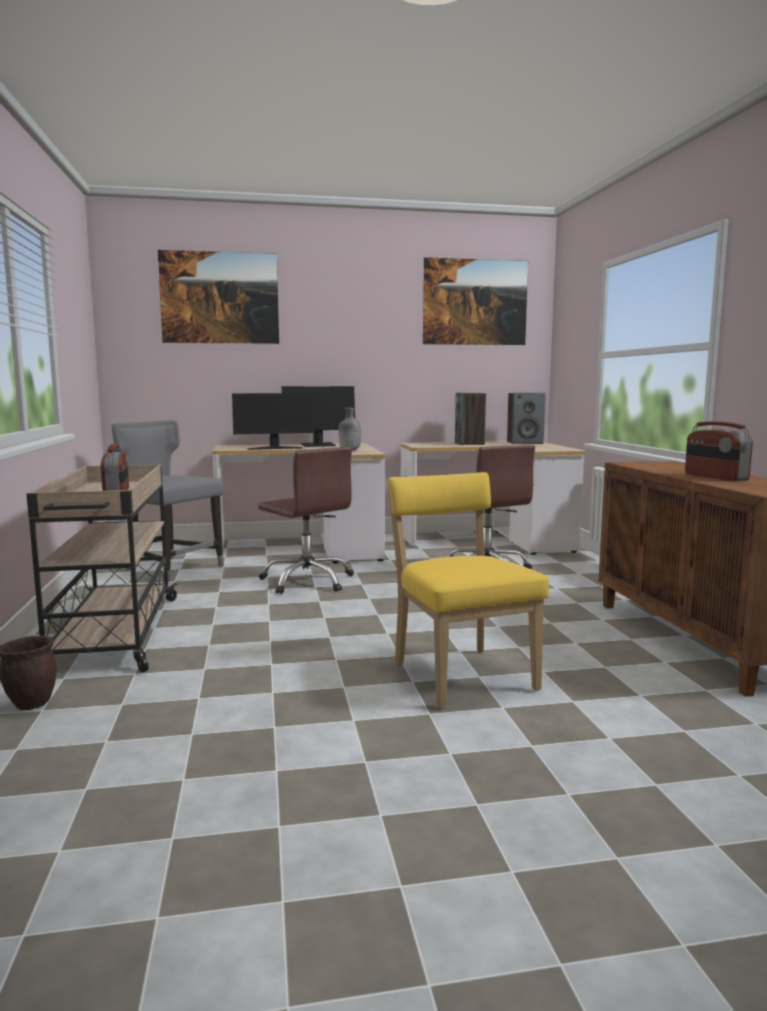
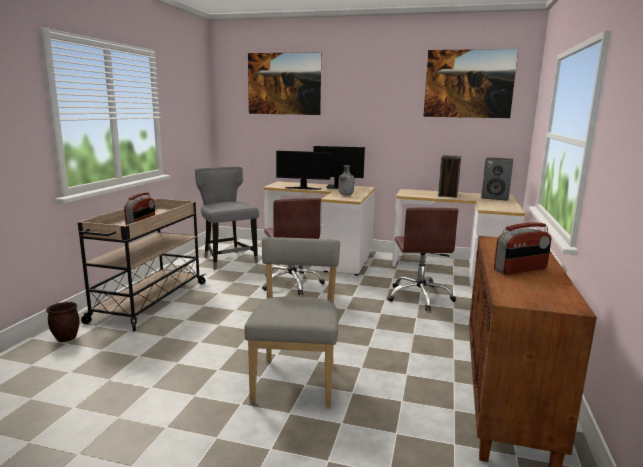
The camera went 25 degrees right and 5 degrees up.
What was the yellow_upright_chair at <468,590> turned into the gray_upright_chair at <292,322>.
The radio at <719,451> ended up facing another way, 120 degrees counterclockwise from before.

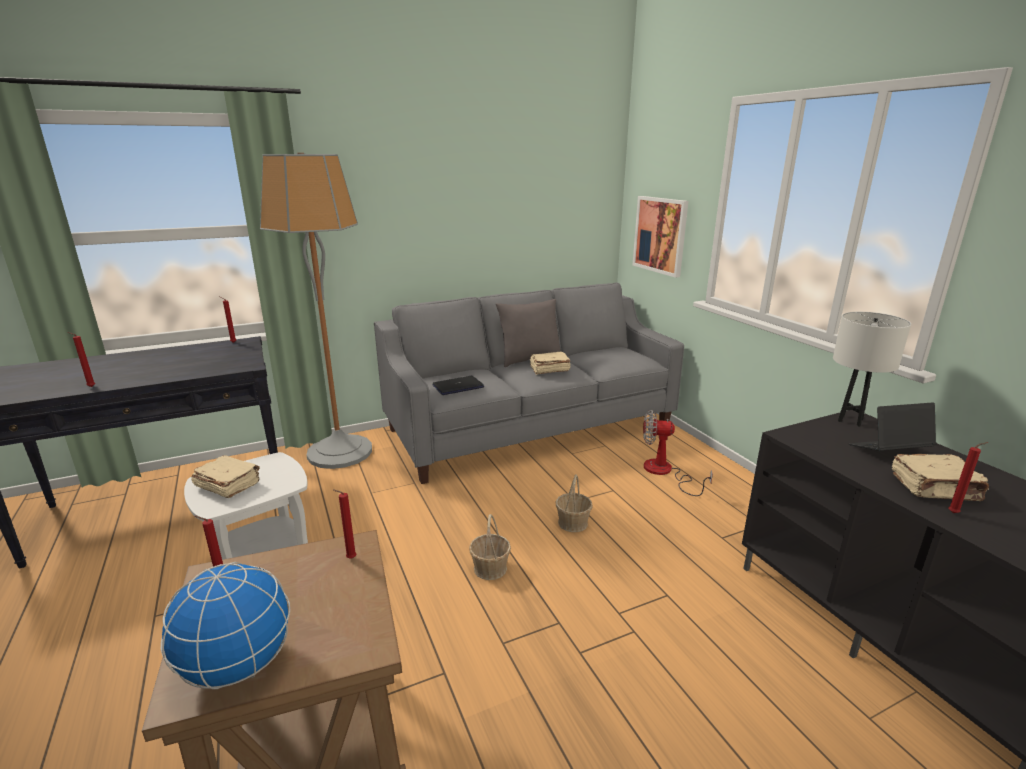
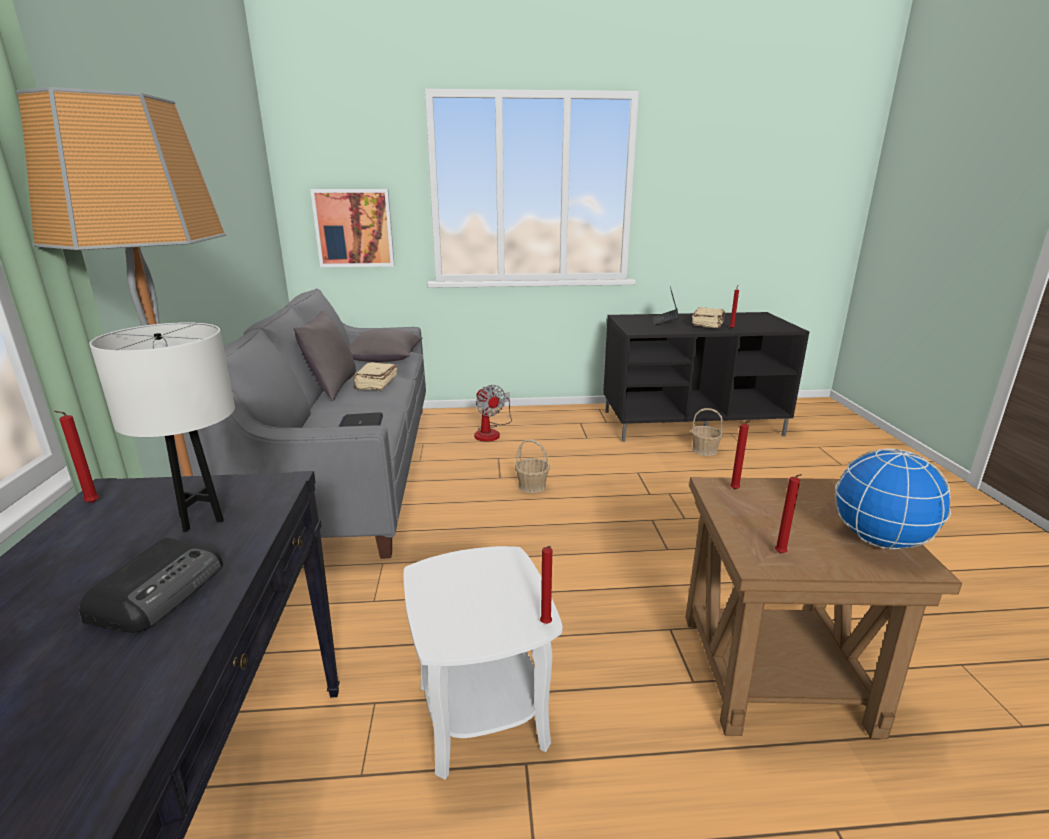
The camera went 70 degrees left and 0 degrees up.
The red_wax_light ended up elsewhere, having gone from <81,359> to <546,585>.
The second view lost the sand-coloured_book at <225,476>.
The storage_basket ended up elsewhere, having gone from <490,547> to <707,432>.
The electric_fan at <678,453> ended up facing another way, 60 degrees counterclockwise from before.
The whitish_table_lamp ended up elsewhere, having gone from <872,369> to <162,427>.
The second view gained the radio at <151,585>.
The second view gained the gray_cushion at <386,345>.

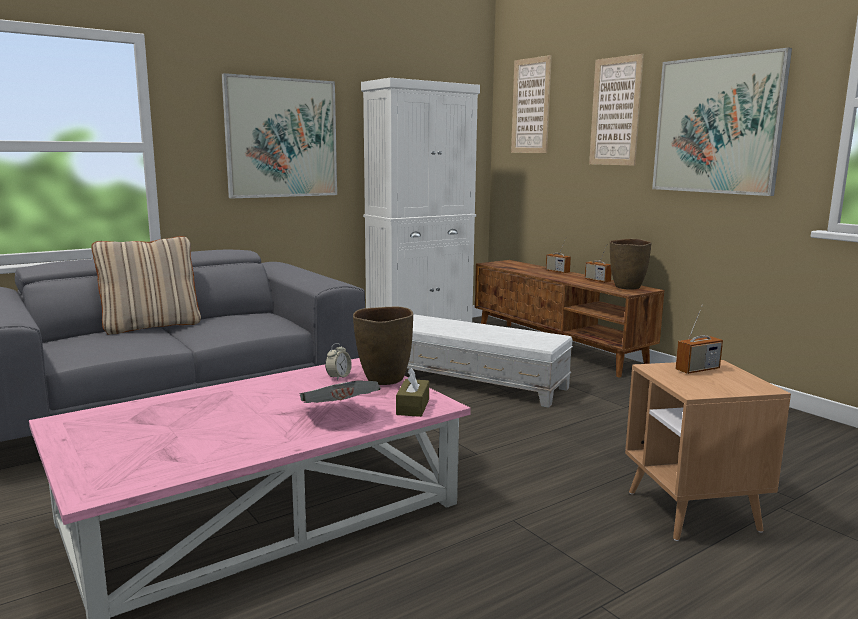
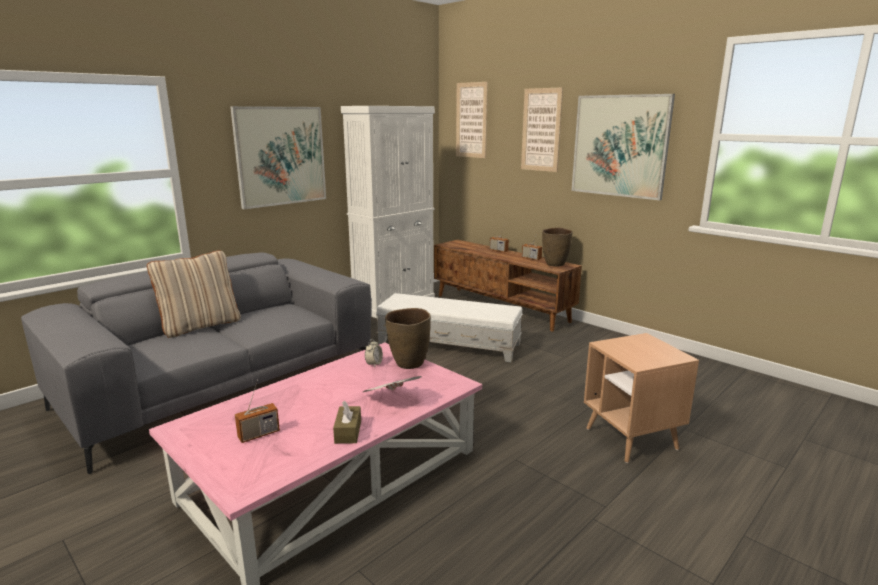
The camera went 10 degrees left and 5 degrees up.
The brownish_box_of_tissues ended up elsewhere, having gone from <412,392> to <347,422>.
The radio ended up elsewhere, having gone from <699,339> to <257,411>.

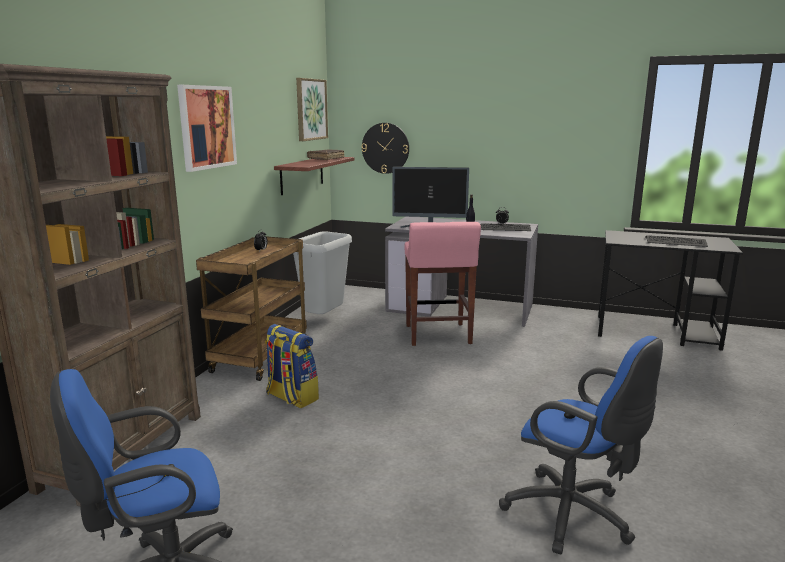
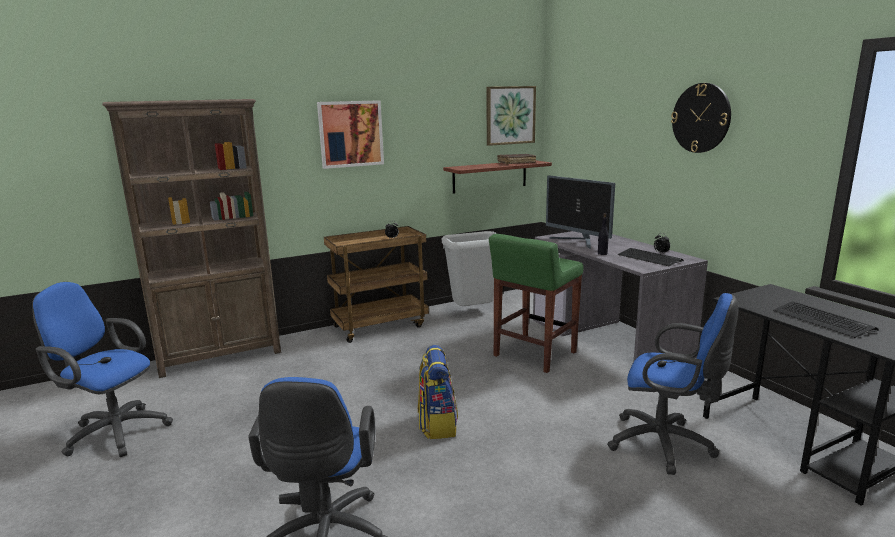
The camera went 45 degrees right and 0 degrees up.
The rucksack ended up elsewhere, having gone from <292,366> to <438,392>.
The clock_on_the_wall ended up elsewhere, having gone from <385,148> to <701,118>.
What was the pink_stool at <442,284> turned into the green-coloured_stool at <536,303>.
The second view gained the blue-coloured_office_chair at <673,384>.

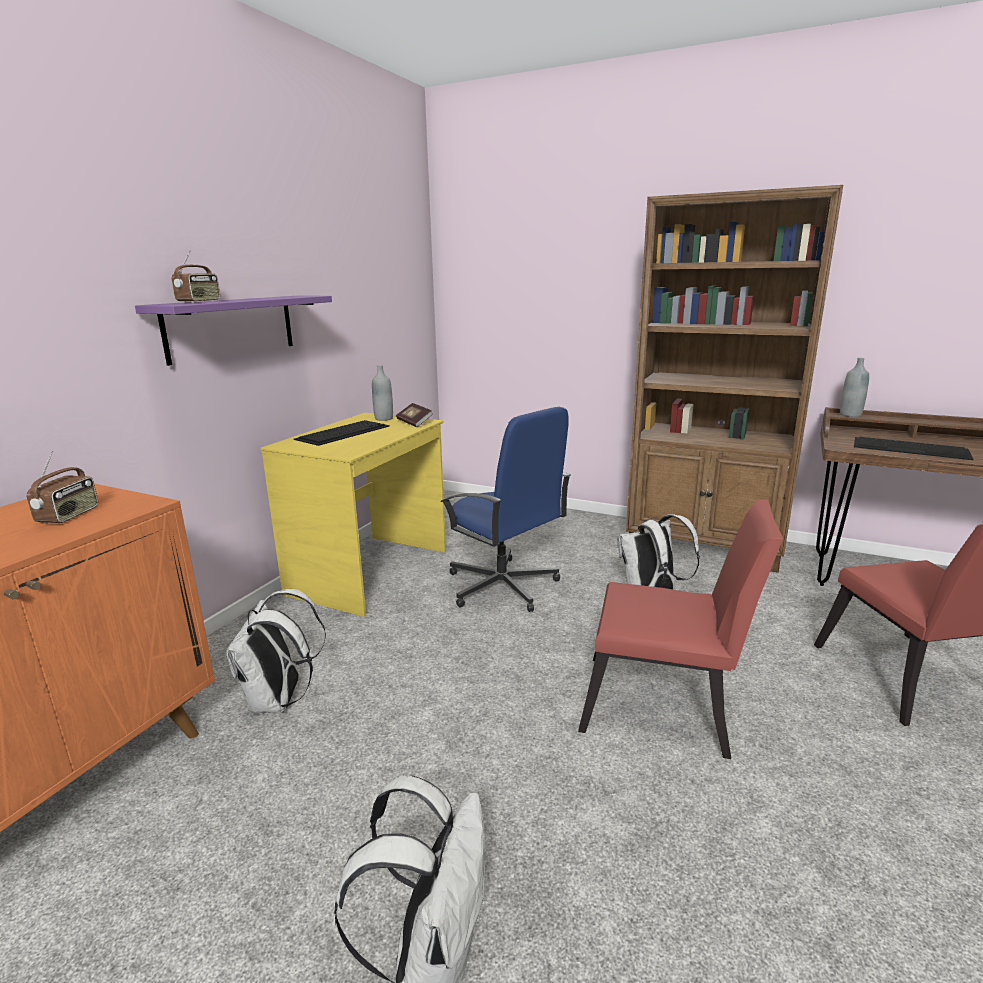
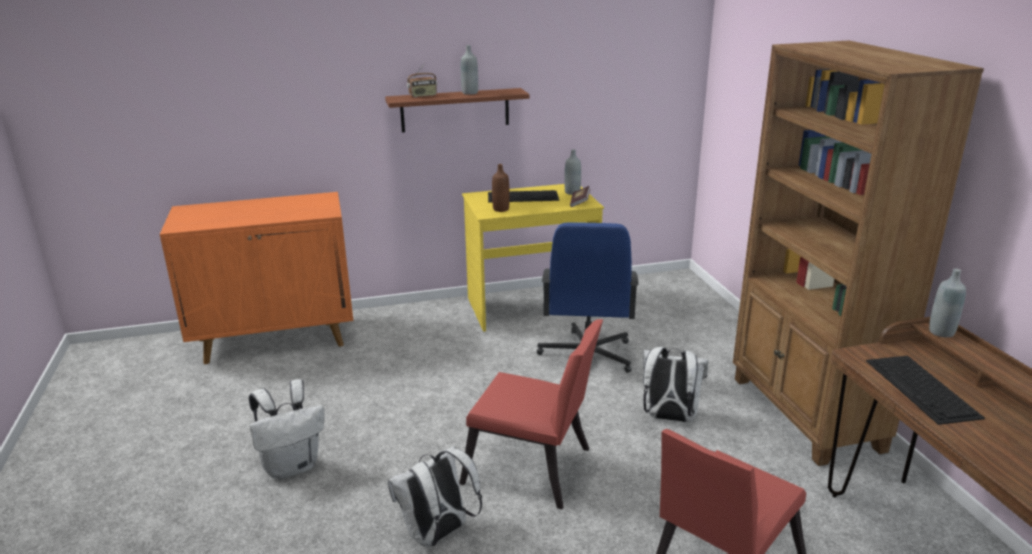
The camera went 50 degrees right and 5 degrees up.
The second view lost the radio at <62,487>.
What was the purple-coloured_shelf at <233,331> turned into the brownish_shelf at <457,110>.
The whitish_rucksack ended up elsewhere, having gone from <276,651> to <434,496>.
The red_upright_chair at <680,629> ended up facing another way, 45 degrees counterclockwise from before.
The second view gained the gray_beverage_bottle at <469,70>.
The second view gained the brownish_beverage_bottle at <501,188>.

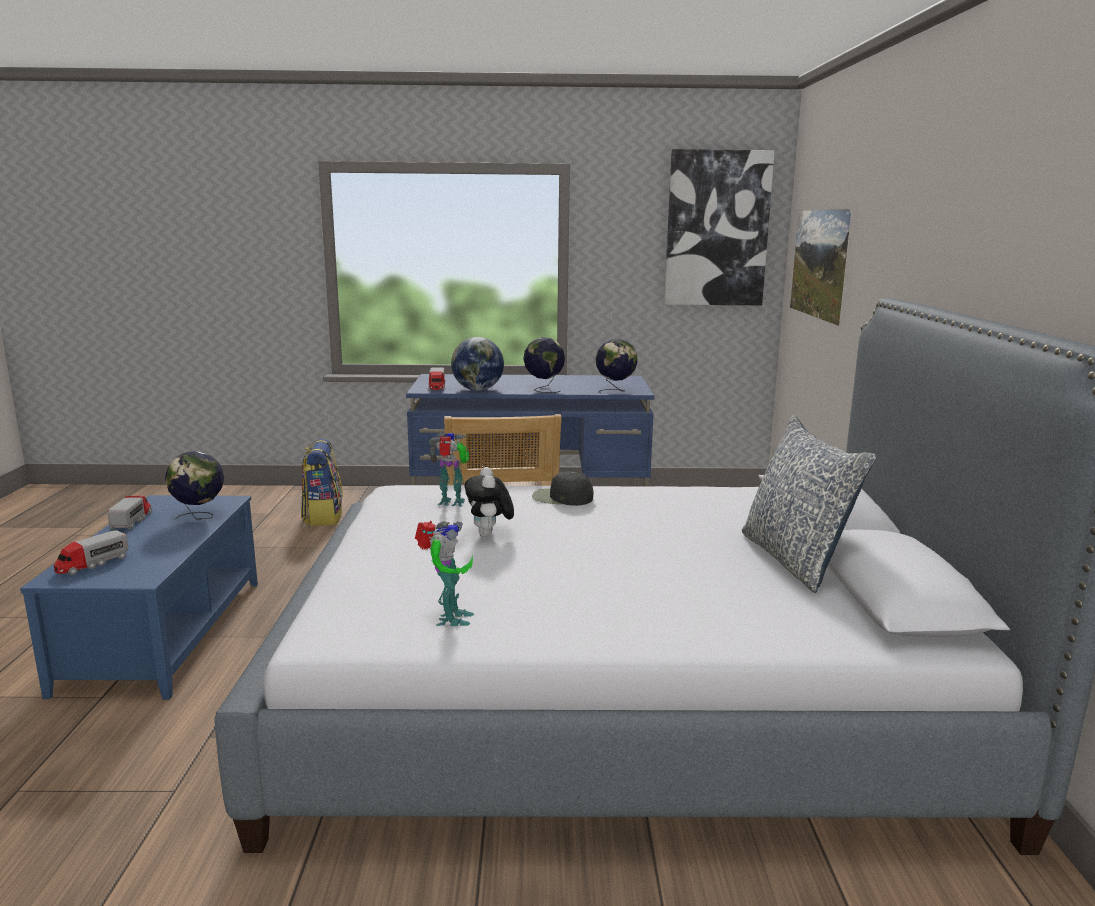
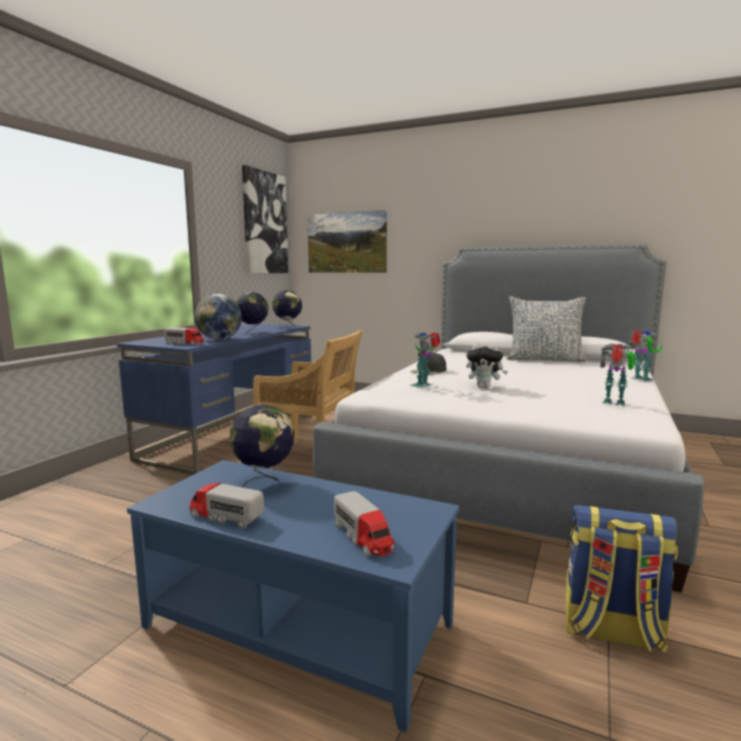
The camera went 65 degrees left and 5 degrees down.
The rucksack ended up elsewhere, having gone from <322,482> to <622,579>.
The second view gained the toy_robot at <645,356>.

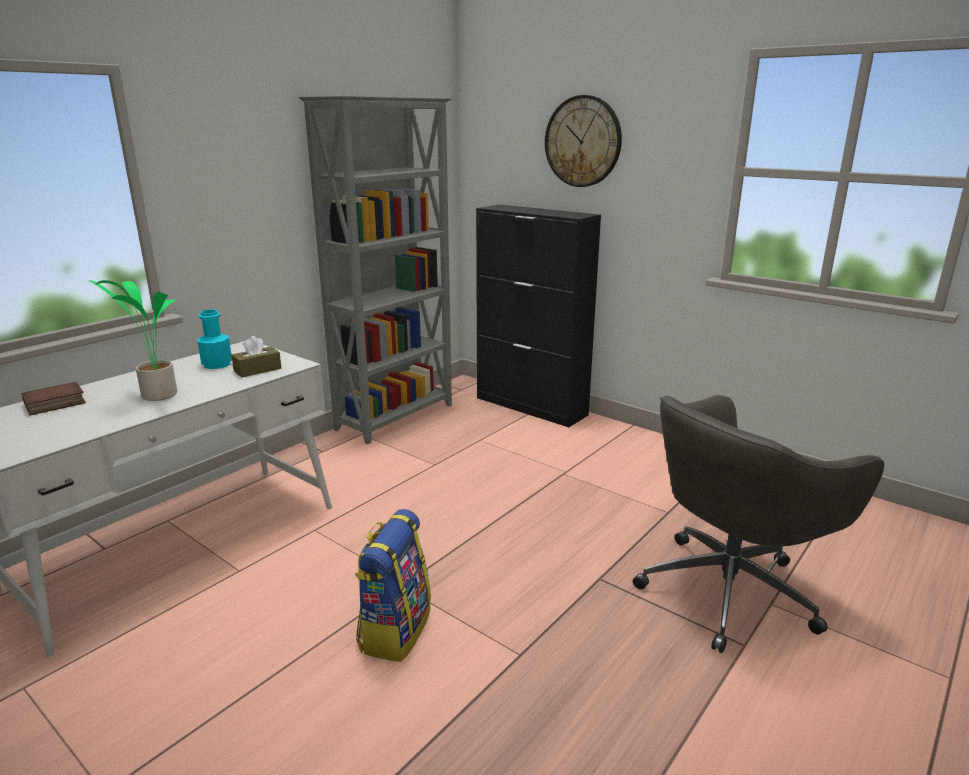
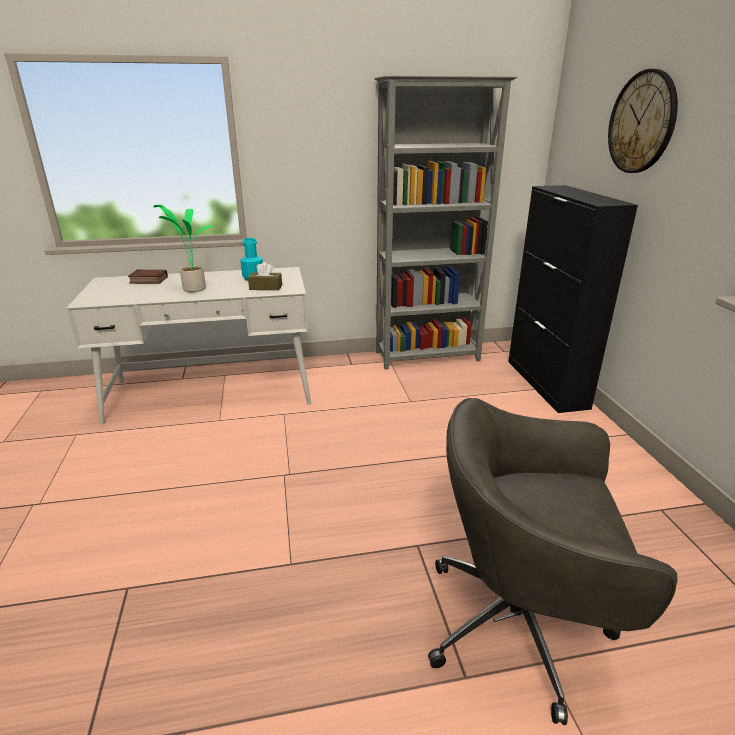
The camera went 40 degrees right and 5 degrees up.
The second view lost the rucksack at <393,585>.

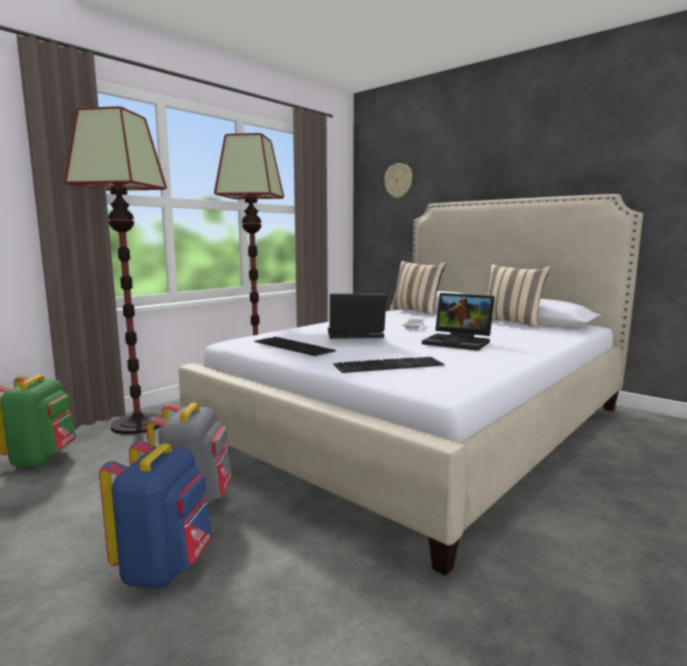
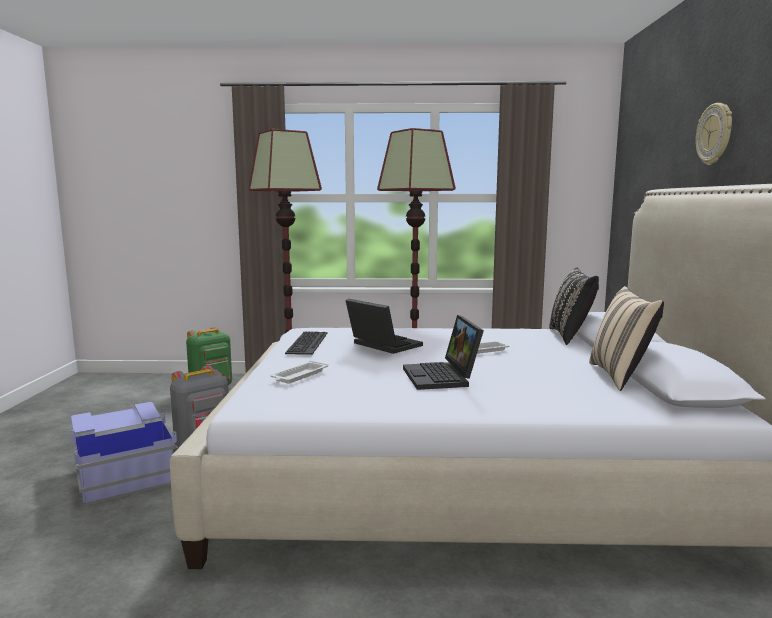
The camera went 50 degrees right and 0 degrees up.
Where the blue-coloured_rucksack stood at <155,514>, the blue-coloured_storage_bin came to stand at <123,454>.
Where the computer_keyboard stood at <388,365>, the whitish_serving_tray came to stand at <299,372>.
The clock_on_the_wall ended up elsewhere, having gone from <398,180> to <714,134>.
What was the sand-coloured_cushion at <418,288> turned into the black-coloured_cushion at <574,306>.

